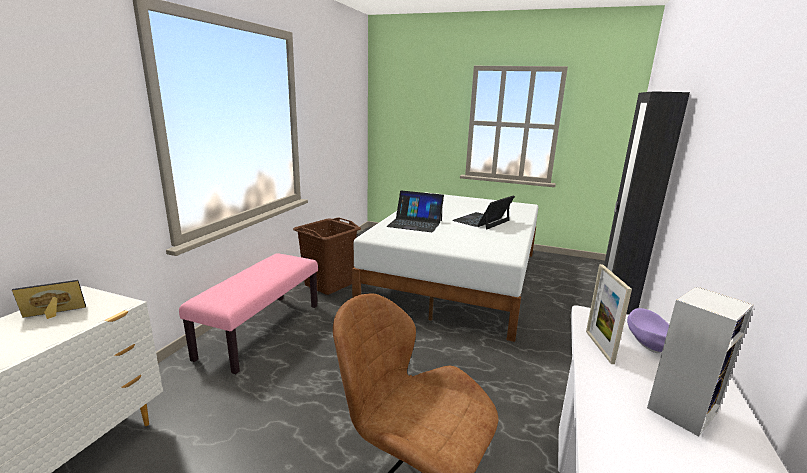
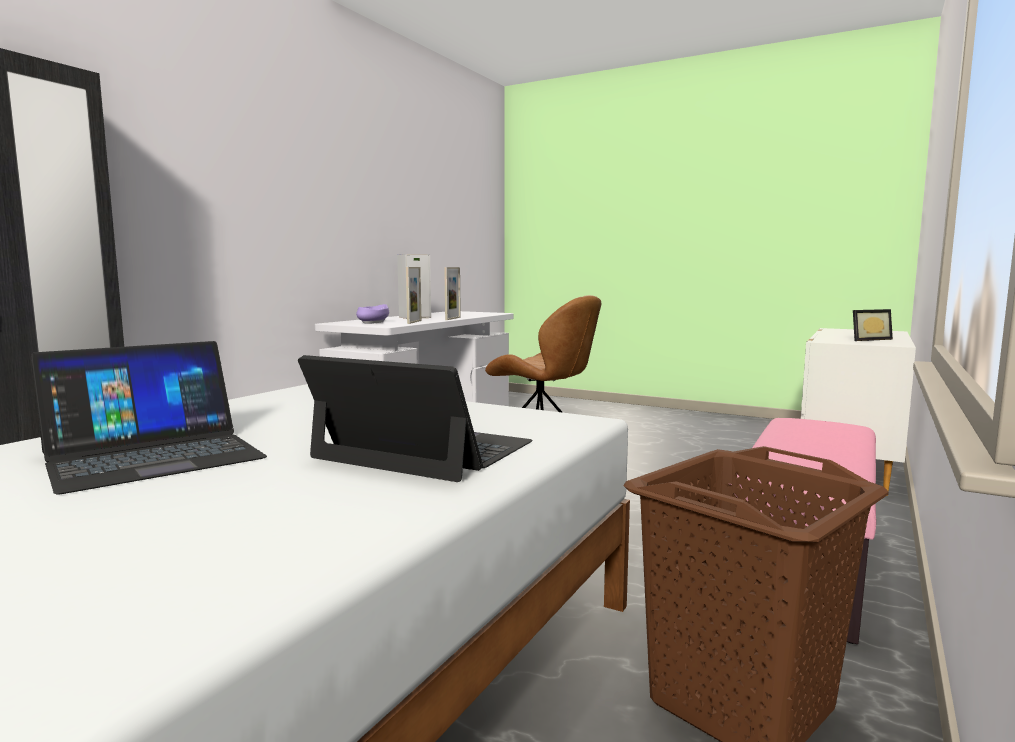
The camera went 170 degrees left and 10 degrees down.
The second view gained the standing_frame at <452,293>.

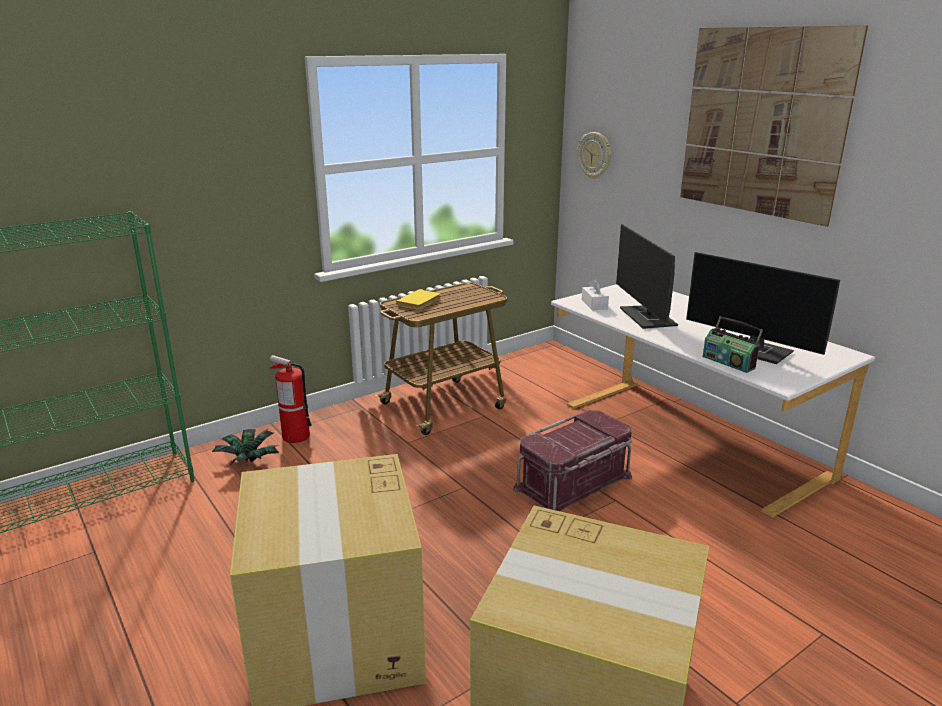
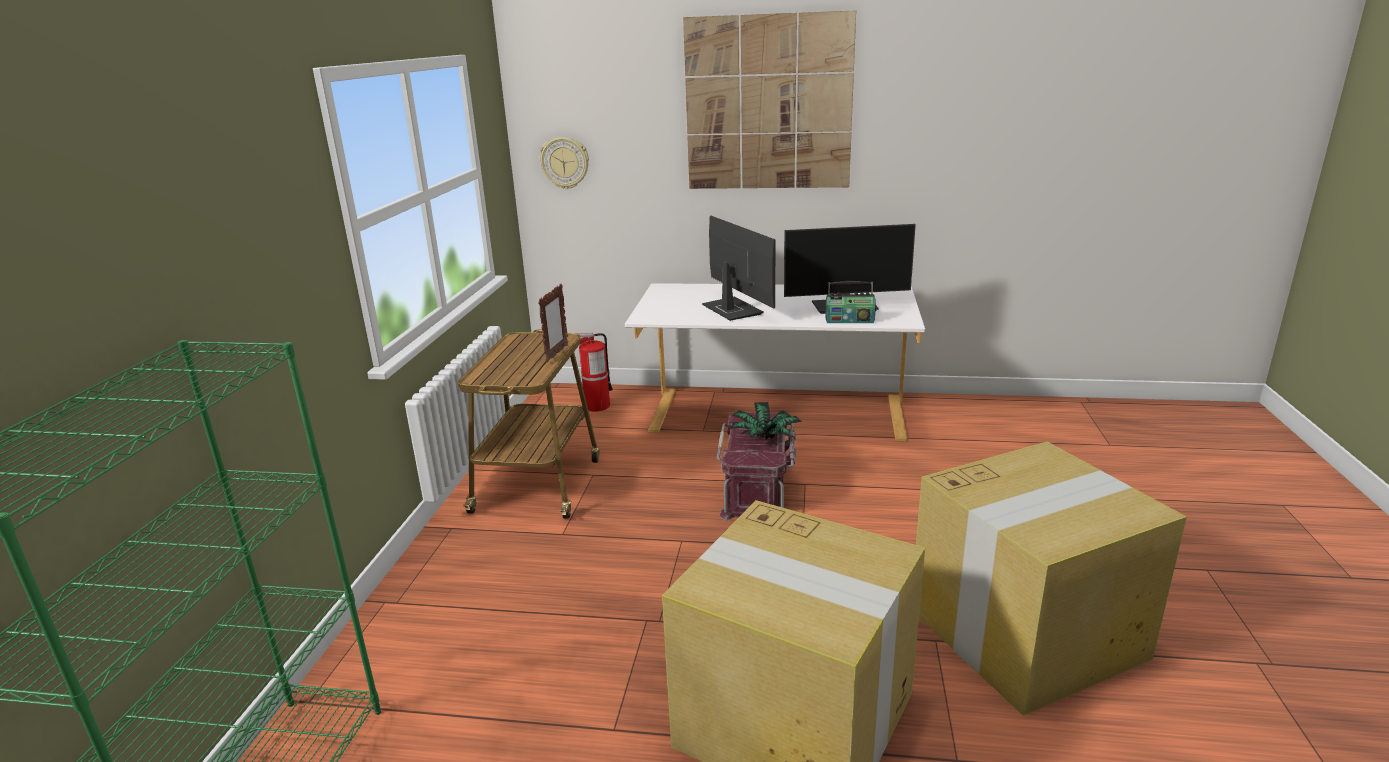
The camera went 45 degrees left and 0 degrees up.
The houseplant ended up elsewhere, having gone from <245,447> to <765,421>.
The fire_extinguisher ended up elsewhere, having gone from <291,399> to <594,372>.
The second view lost the yellow_book at <418,299>.
The second view lost the whitish_box_of_tissues at <595,294>.
The computer_screen at <647,276> ended up facing another way, 150 degrees counterclockwise from before.
The second view gained the standing_frame at <553,323>.

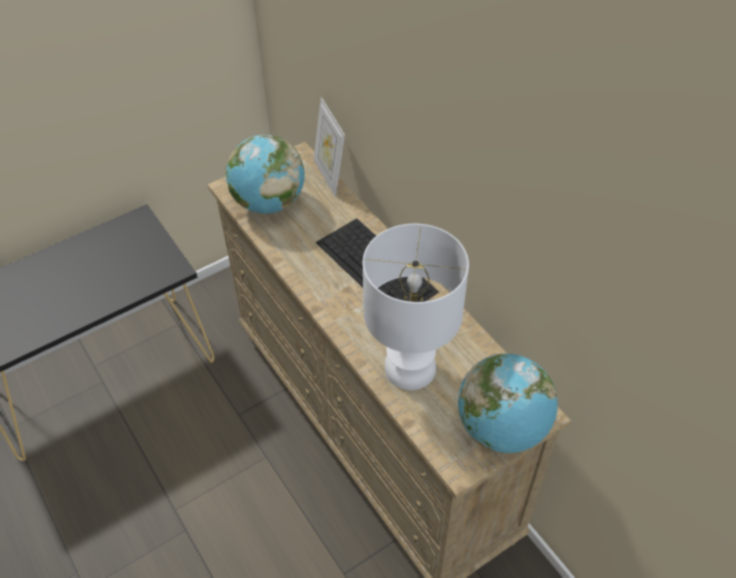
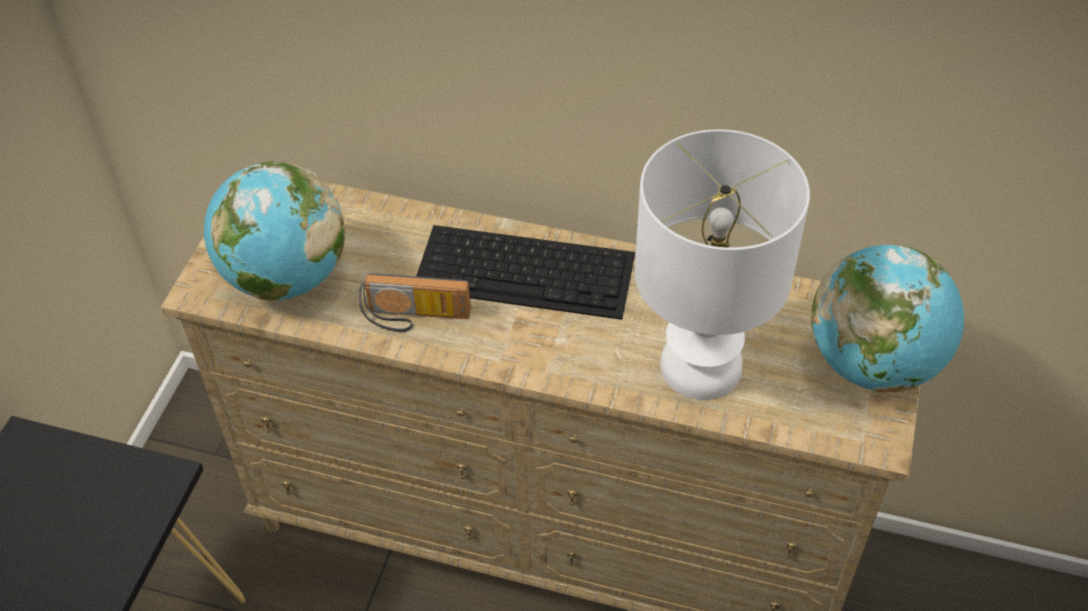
The camera went 40 degrees left and 0 degrees up.
The second view lost the standing_frame at <329,147>.
The second view gained the radio at <415,302>.

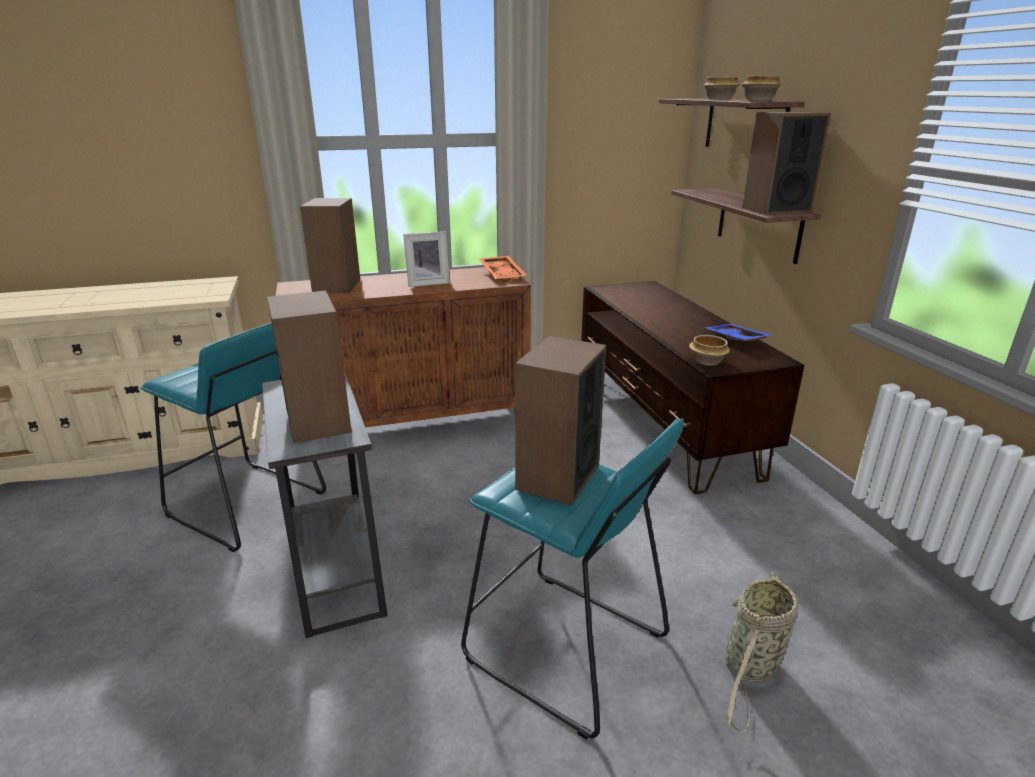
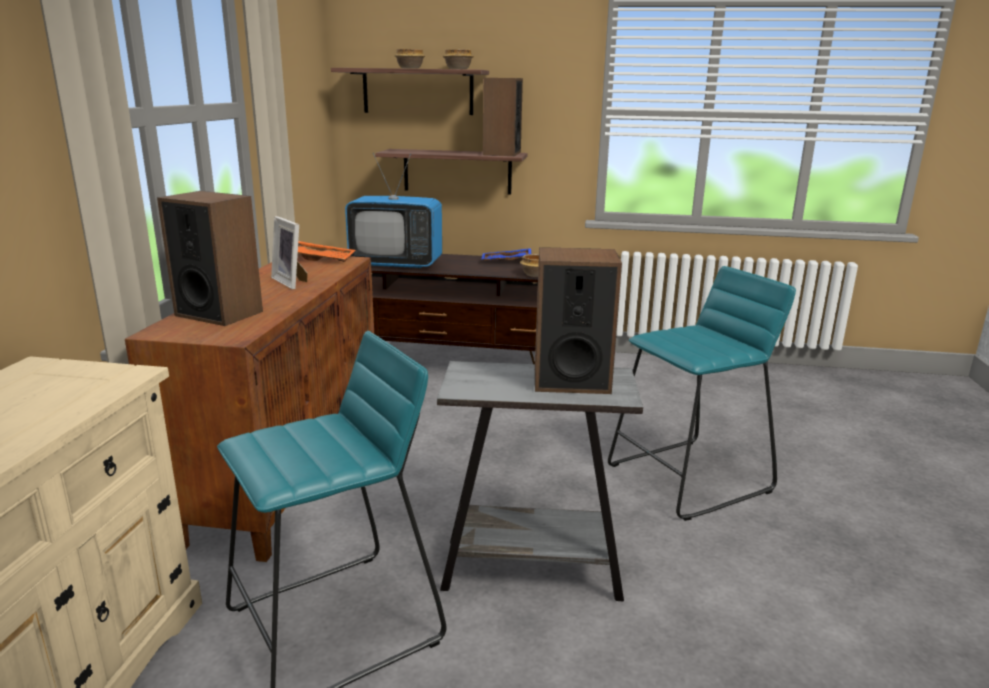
The camera went 65 degrees left and 5 degrees down.
The standing_frame at <426,259> ended up facing another way, 135 degrees clockwise from before.
The second view lost the speaker at <560,420>.
The second view lost the storage_basket at <761,651>.
The second view gained the TV at <393,211>.

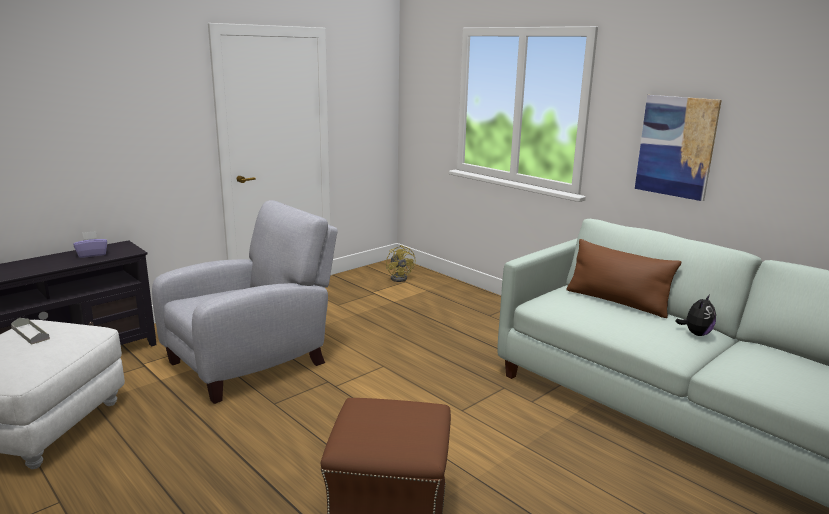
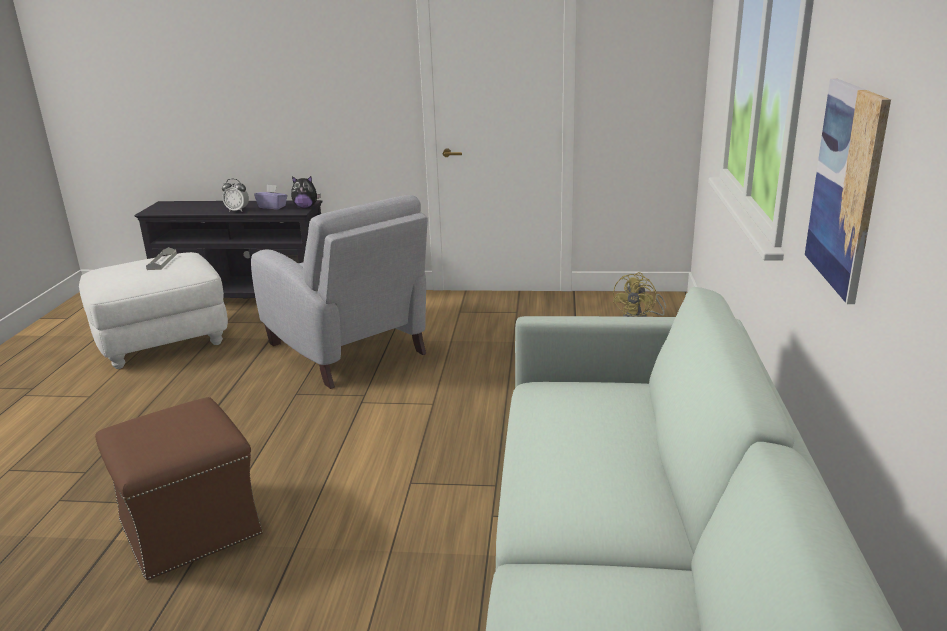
The camera went 50 degrees right and 5 degrees up.
The gray_armchair at <245,302> ended up facing another way, 45 degrees clockwise from before.
The second view lost the brownish_cushion at <624,278>.
The cuddly_toy ended up elsewhere, having gone from <695,315> to <306,192>.
The second view gained the bedside_clock at <235,195>.

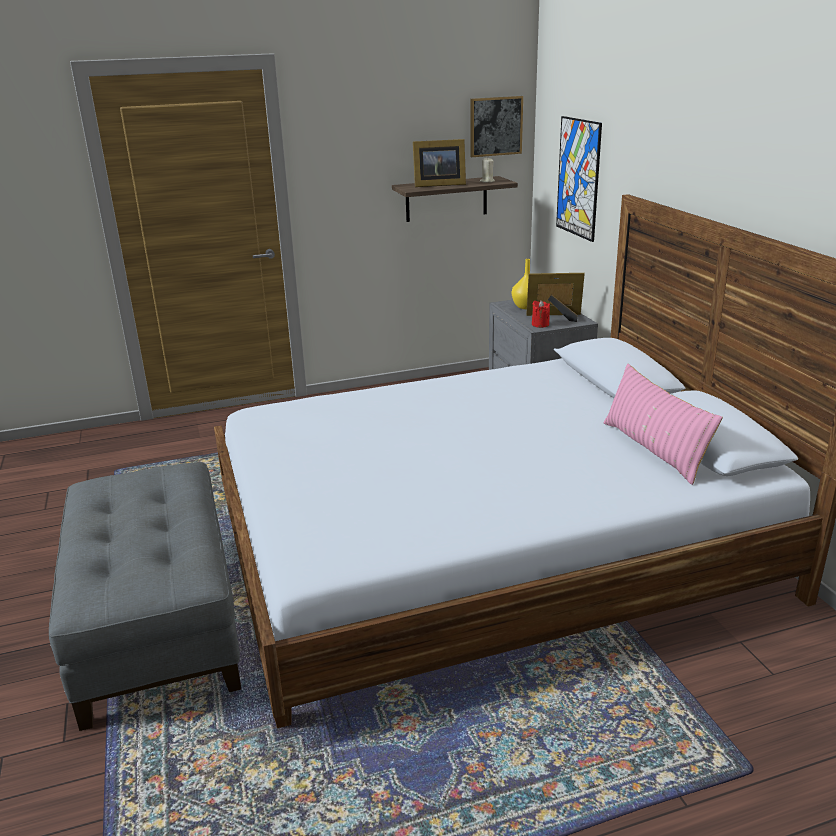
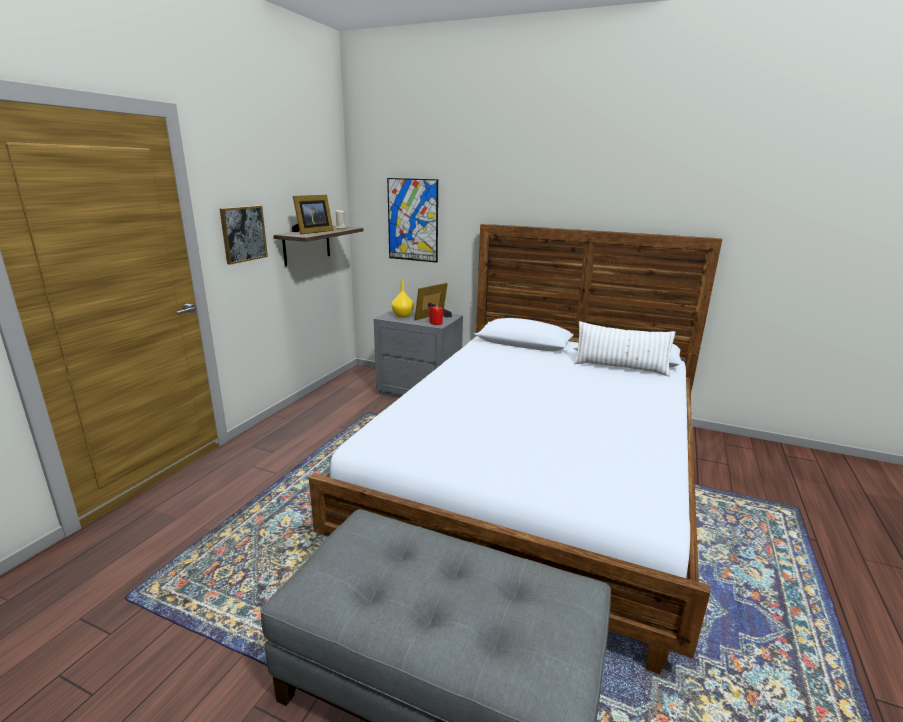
The camera went 50 degrees left and 5 degrees down.
The picture ended up elsewhere, having gone from <497,126> to <244,235>.
What was the pink_cushion at <663,424> turned into the whitish_cushion at <624,349>.

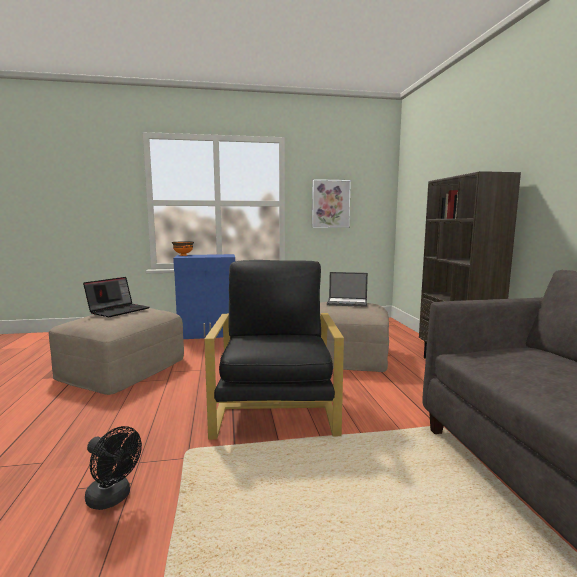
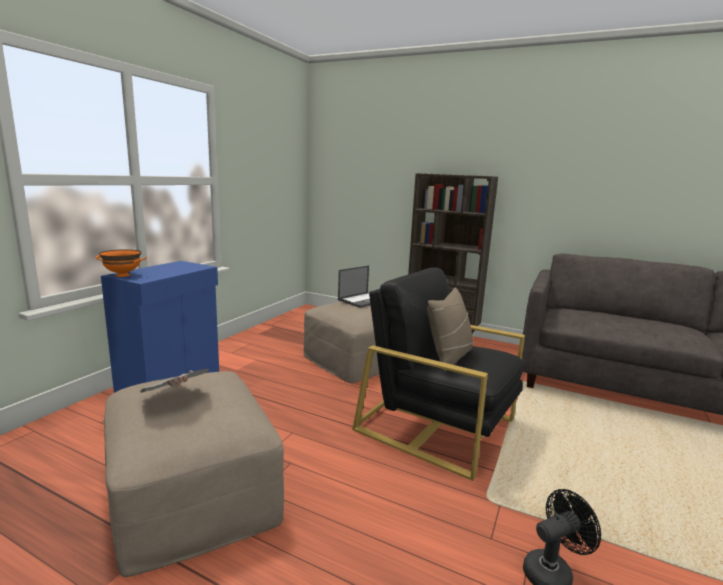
The camera went 55 degrees left and 5 degrees up.
Where the laptop stood at <116,297>, the daily_paper came to stand at <174,381>.
The second view lost the picture at <331,203>.
The second view gained the sand-coloured_cushion at <450,329>.

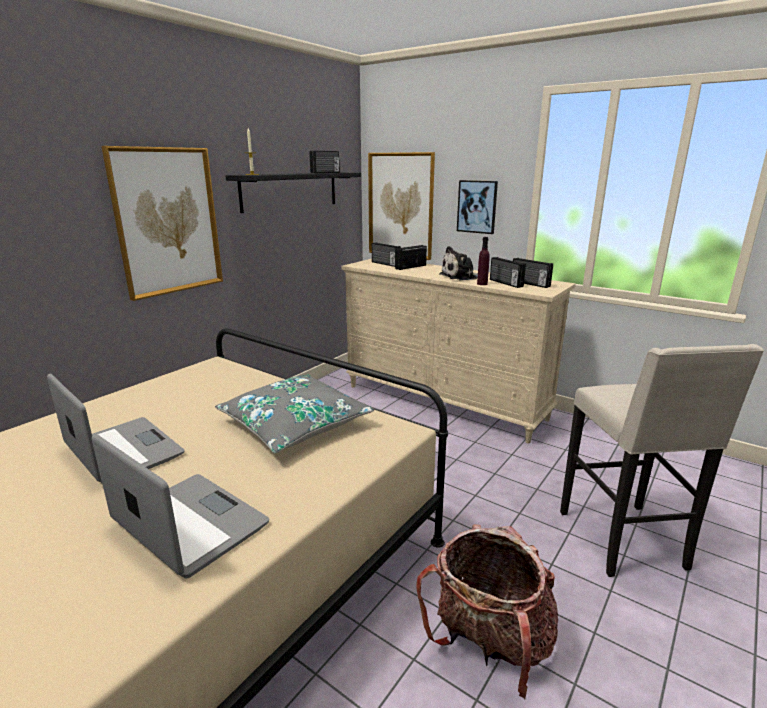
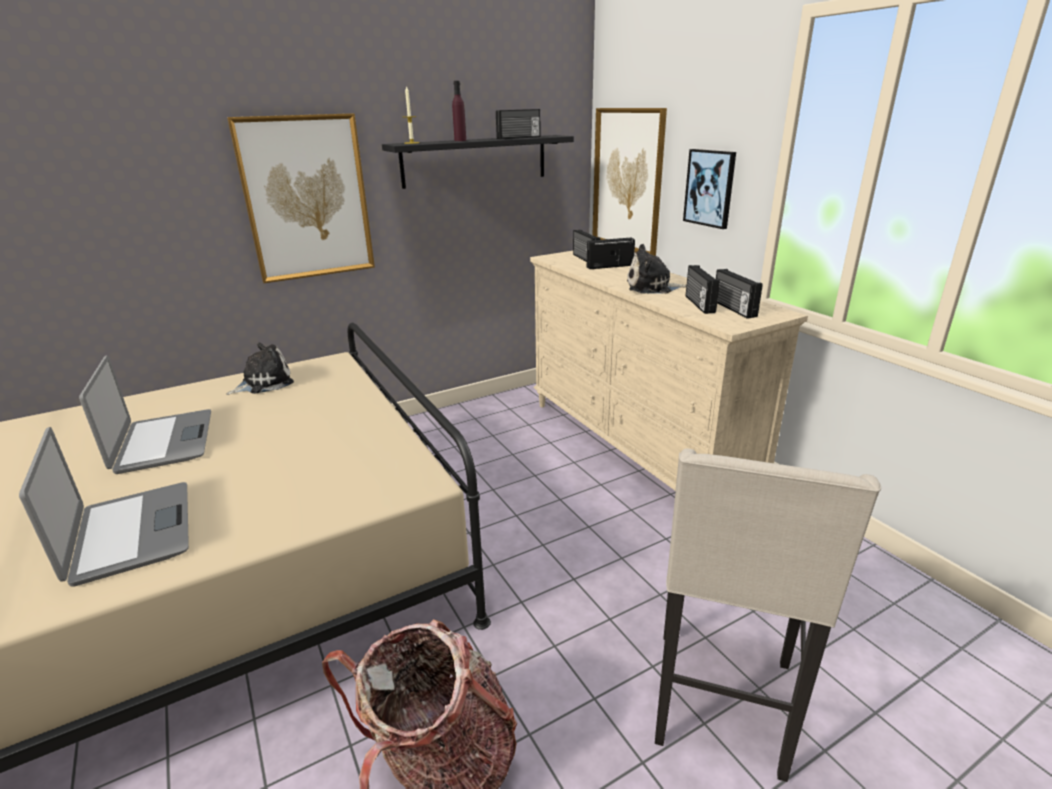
The camera went 25 degrees right and 5 degrees up.
The second view lost the gray_cushion at <294,414>.
The purple-coloured_beverage_bottle ended up elsewhere, having gone from <483,261> to <459,111>.
The second view gained the cuddly_toy at <260,369>.

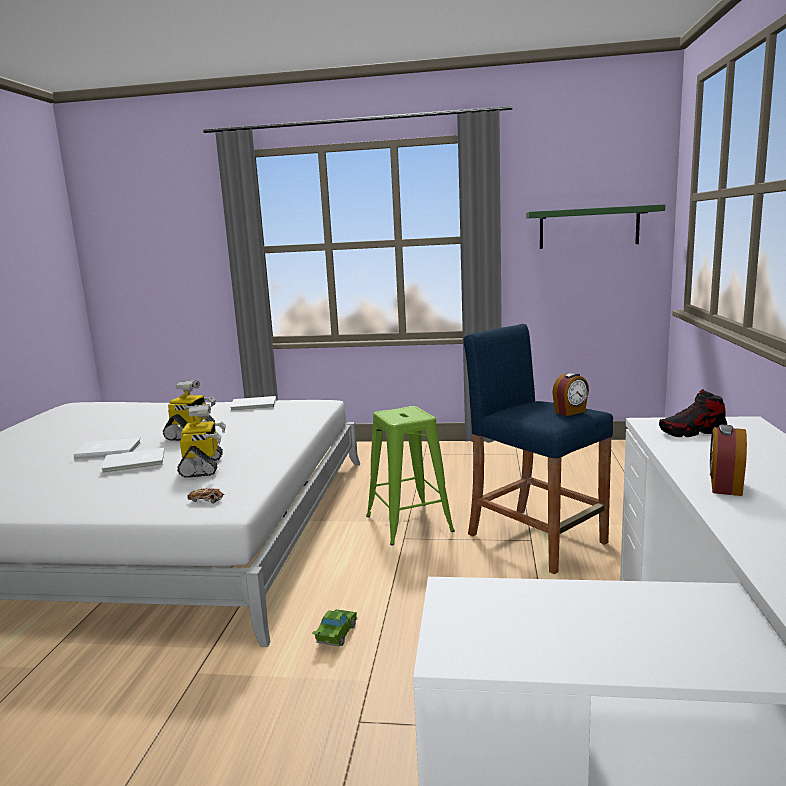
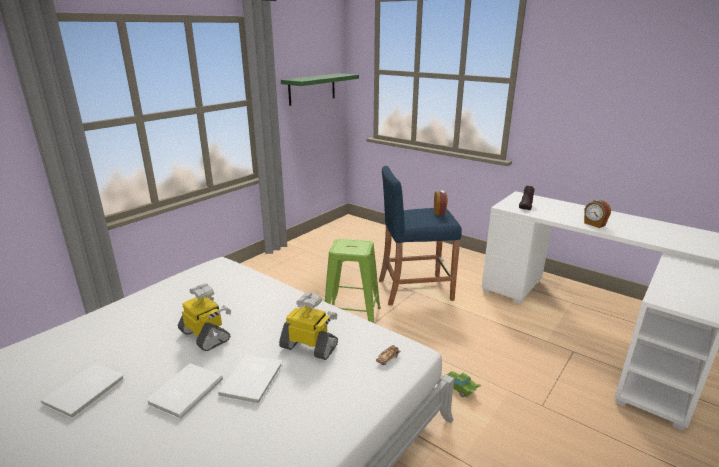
The camera went 60 degrees left and 10 degrees up.
The whitish_book ended up elsewhere, having gone from <253,404> to <83,391>.

